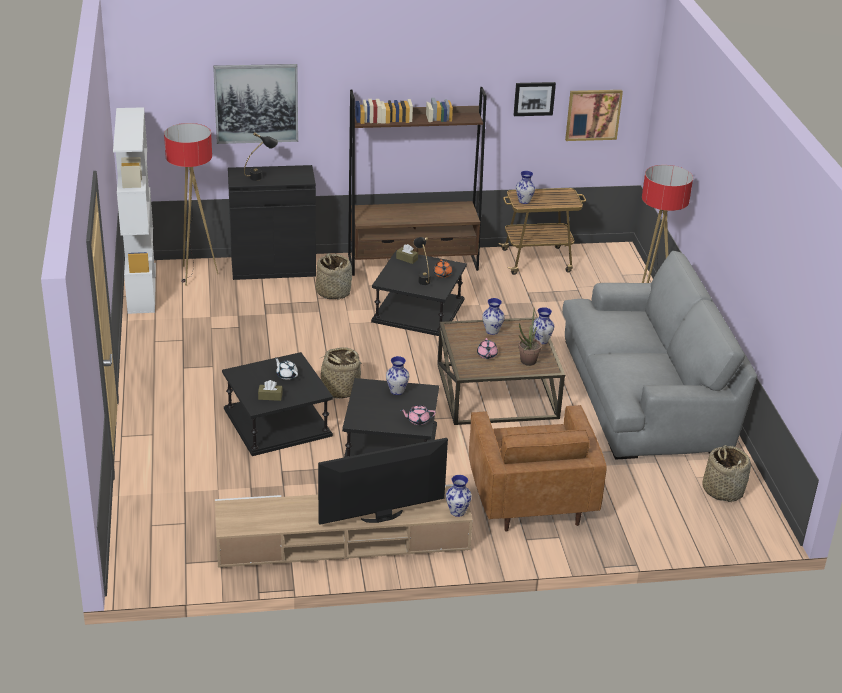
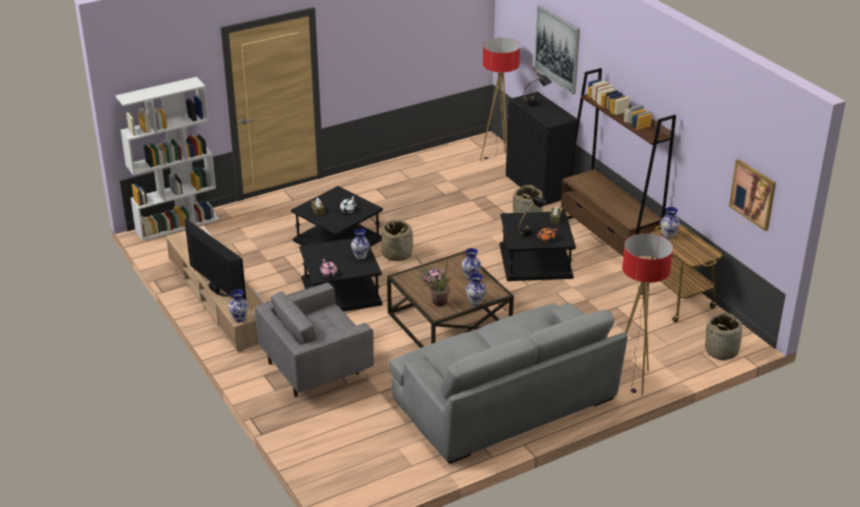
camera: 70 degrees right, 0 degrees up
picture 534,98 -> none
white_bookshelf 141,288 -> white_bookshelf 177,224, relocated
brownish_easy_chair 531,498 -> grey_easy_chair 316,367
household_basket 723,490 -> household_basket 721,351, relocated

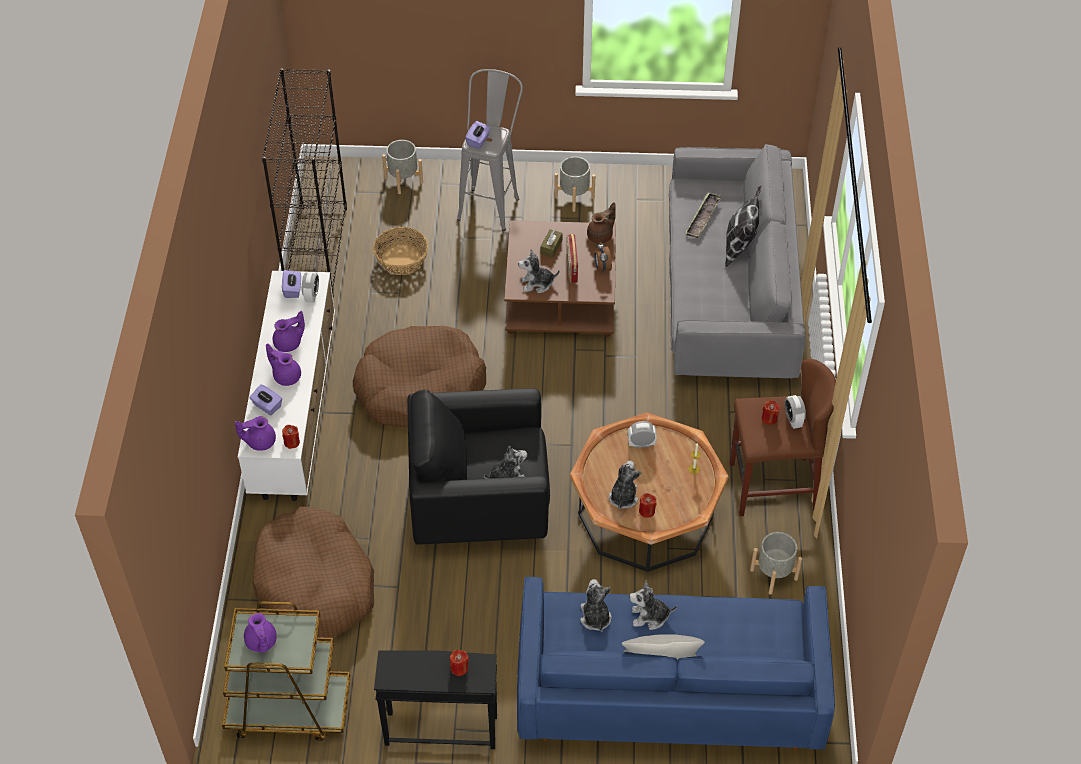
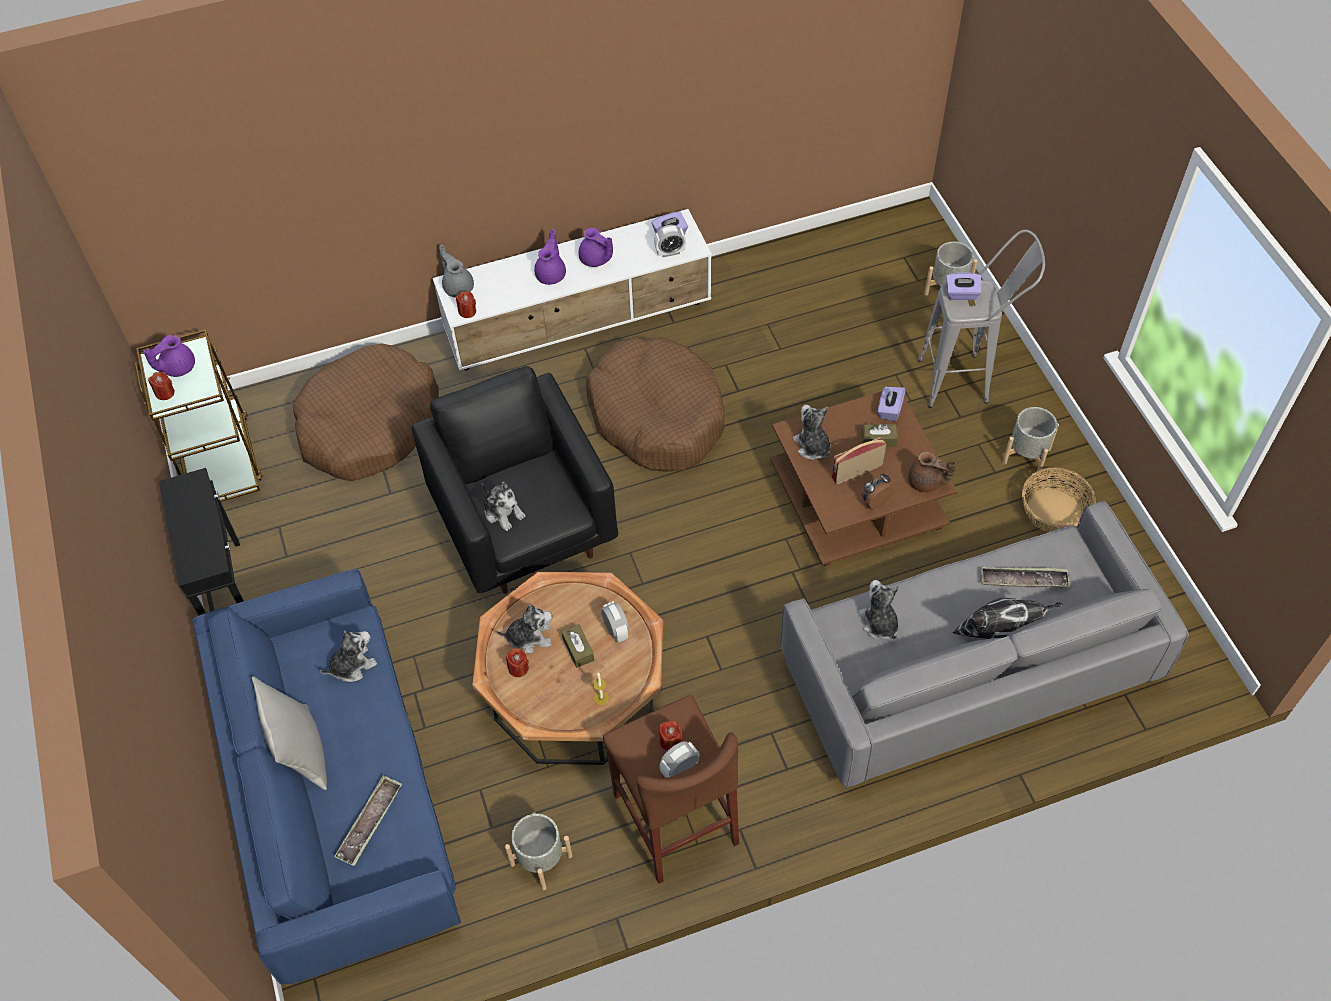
camera: 70 degrees right, 5 degrees up
black-coloured_bookshelf 316,250 -> none
household_basket 402,260 -> household_basket 1054,511, relocated
purple_tissue_holder 267,406 -> purple_tissue_holder 889,410, relocated
purple_pot_for_tea 259,441 -> grey_pot_for_tea 458,287
plush_toy 650,616 -> plush_toy 879,623, relocated
red-coloured_wax_light 459,668 -> red-coloured_wax_light 165,393, relocated
none -> brownish_tissue_holder 578,649
none -> carrying_tray 370,822

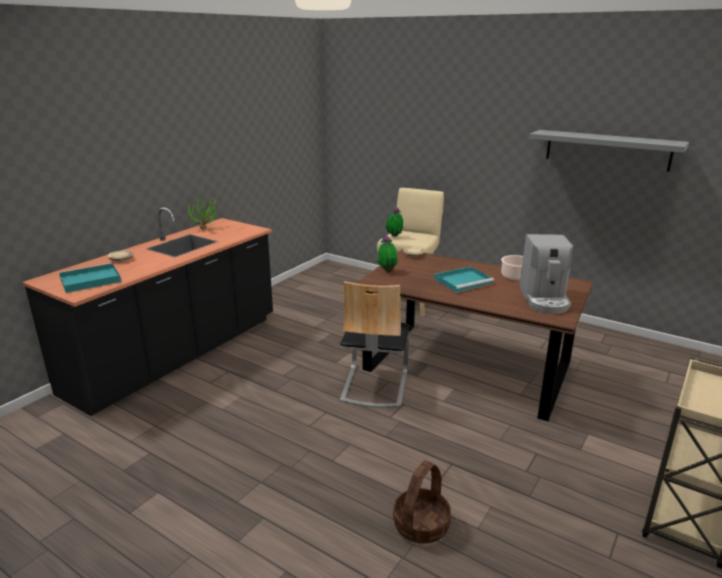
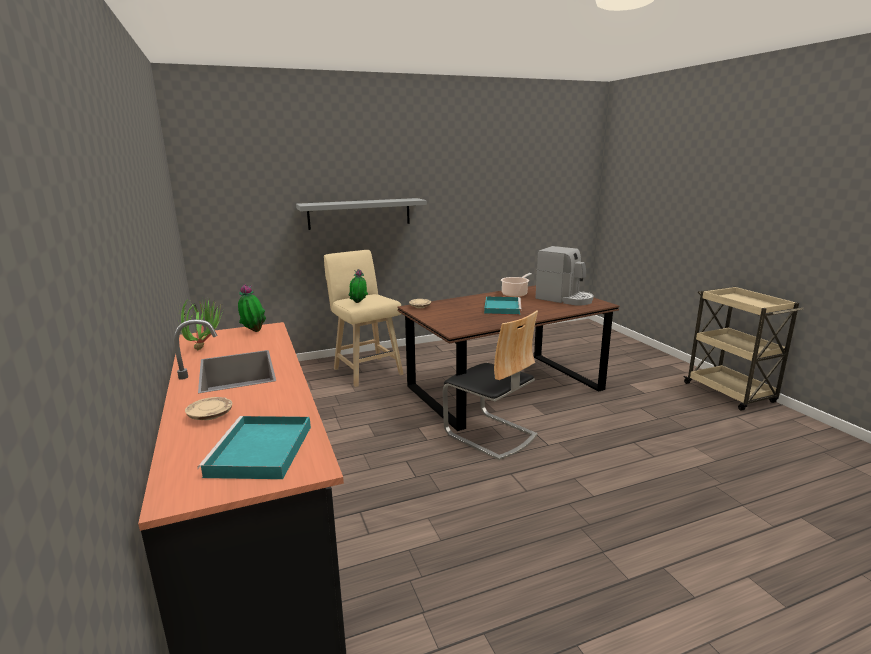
camera: 55 degrees left, 5 degrees down
grey_bracket_shelf 607,150 -> grey_bracket_shelf 359,213, relocated
houseplant 387,271 -> houseplant 253,331, relocated
household_basket 421,525 -> none

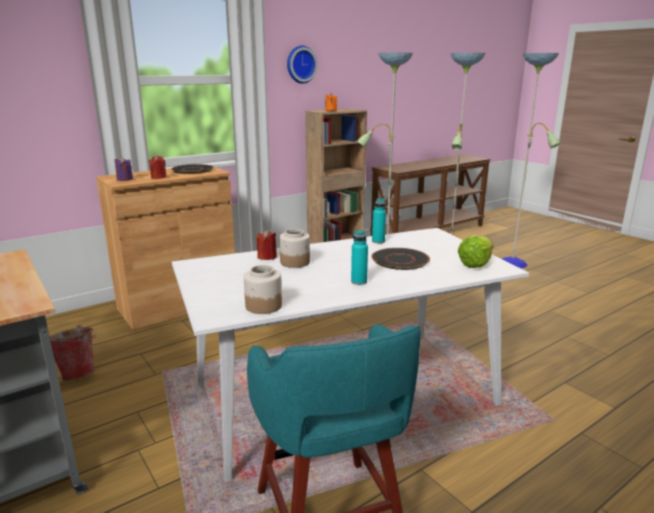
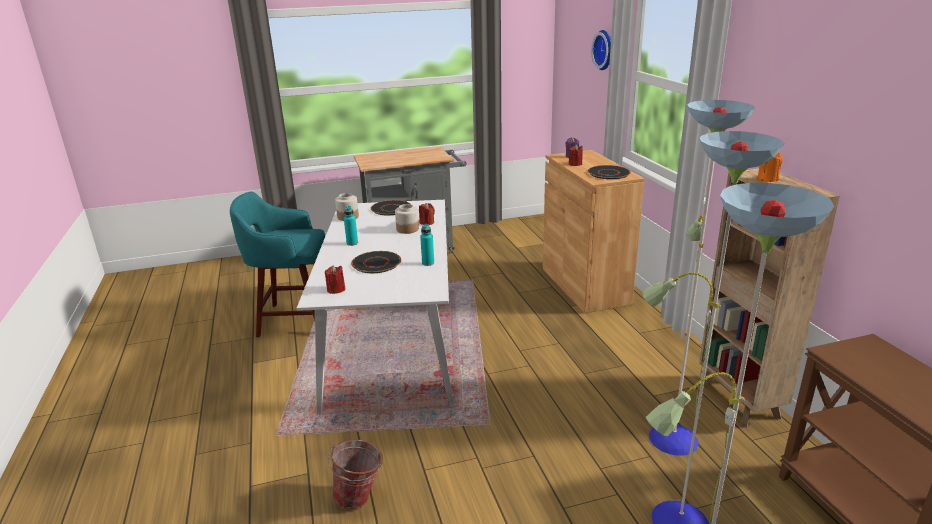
camera: 110 degrees right, 5 degrees up
hanging_clock 300,64 -> hanging_clock 605,50, relocated
lettuce_head 475,264 -> red-coloured_wax_light 336,289
pail 78,373 -> pail 360,497, relocated
none -> black-coloured_flat_dish 391,208

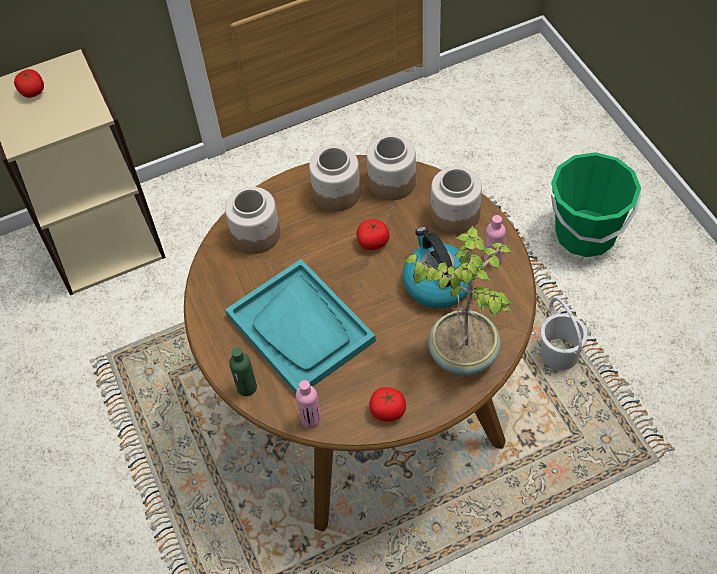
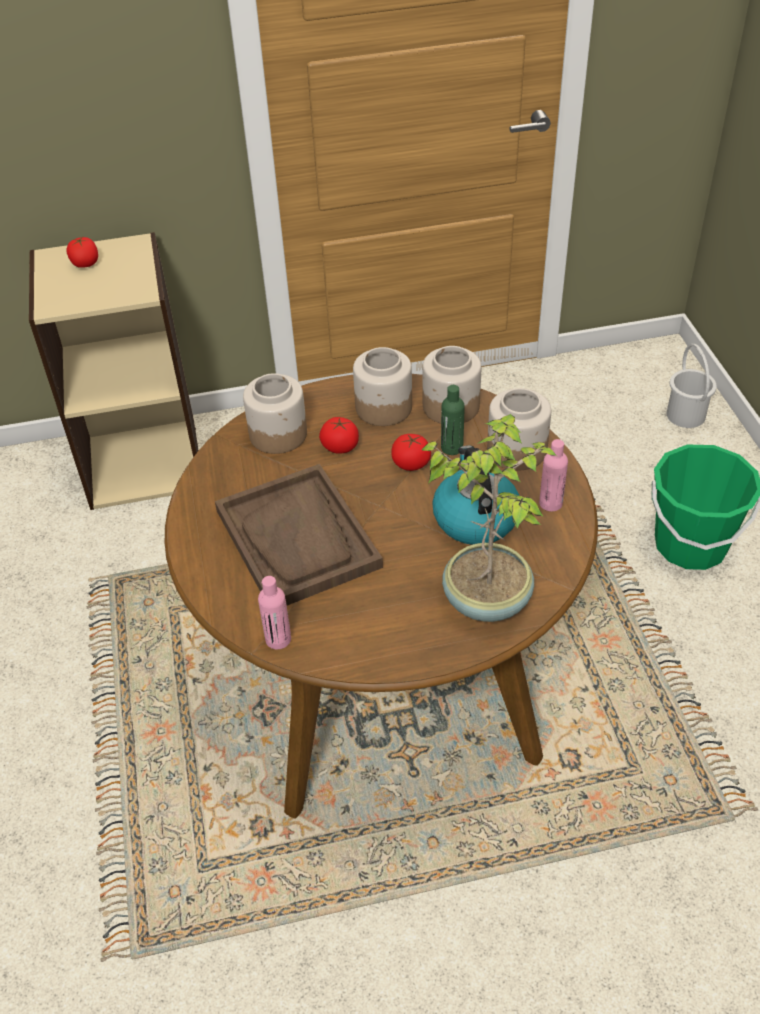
camera: 10 degrees right, 10 degrees down
blue-green_carrying_tray 300,328 -> brownish_carrying_tray 298,539
white_pail 560,354 -> white_pail 686,415, relocated
greenish_bottle 247,387 -> greenish_bottle 452,448, relocated
tomato 388,411 -> tomato 340,447, relocated

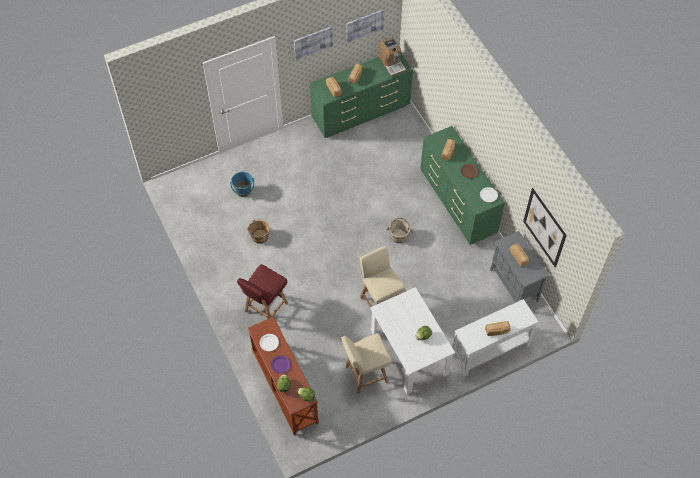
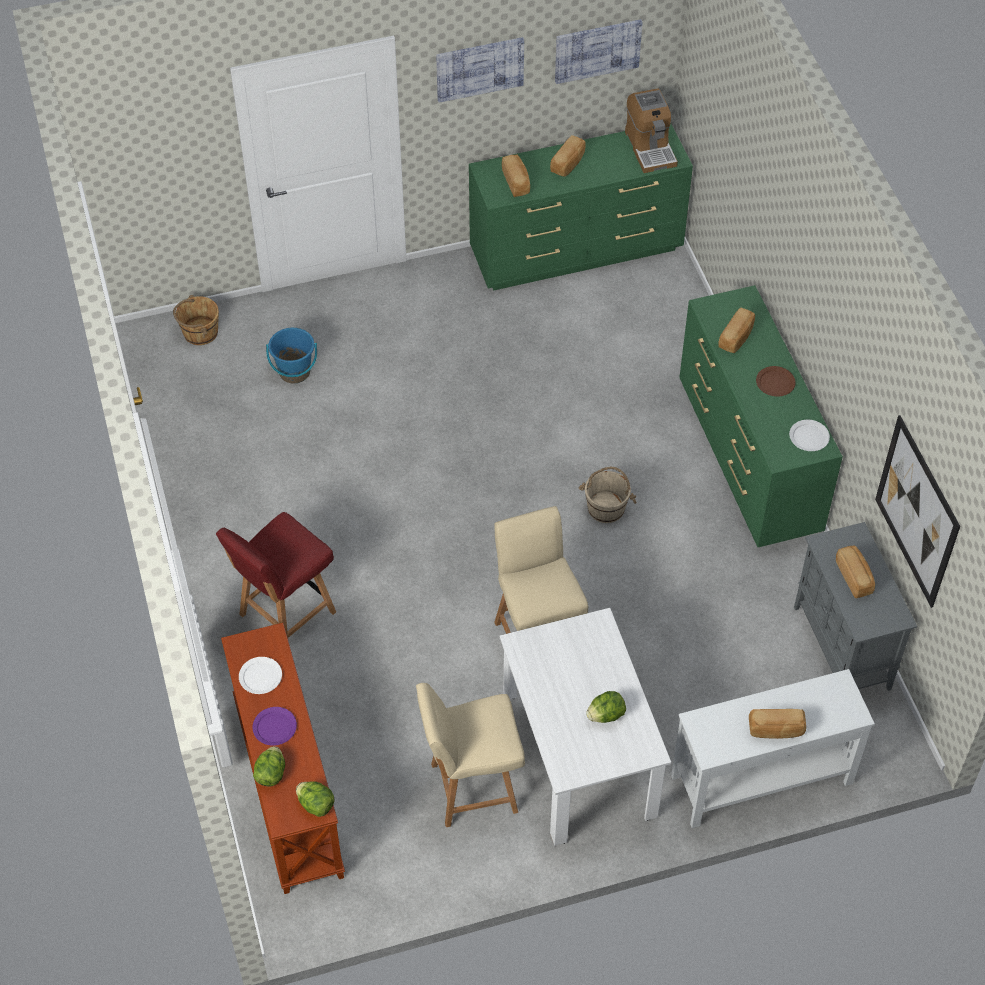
camera: 10 degrees right, 5 degrees down
brownish_pail 259,236 -> brownish_pail 199,332, relocated

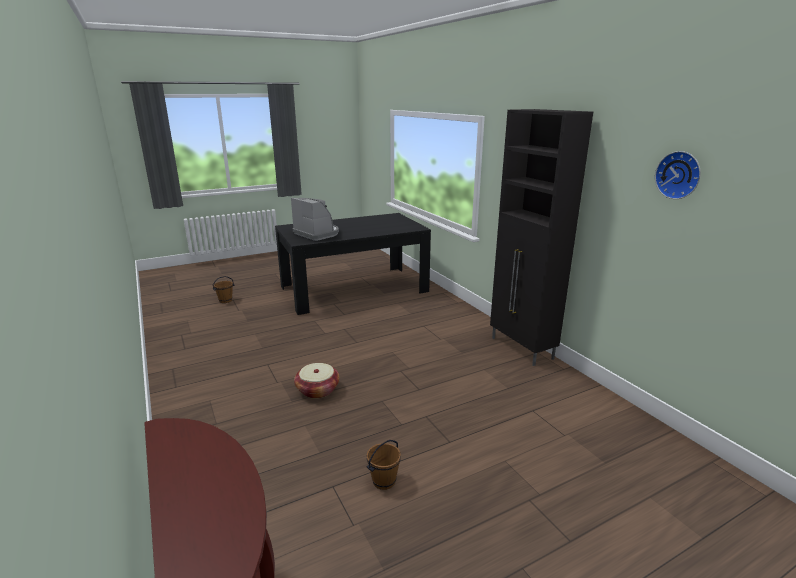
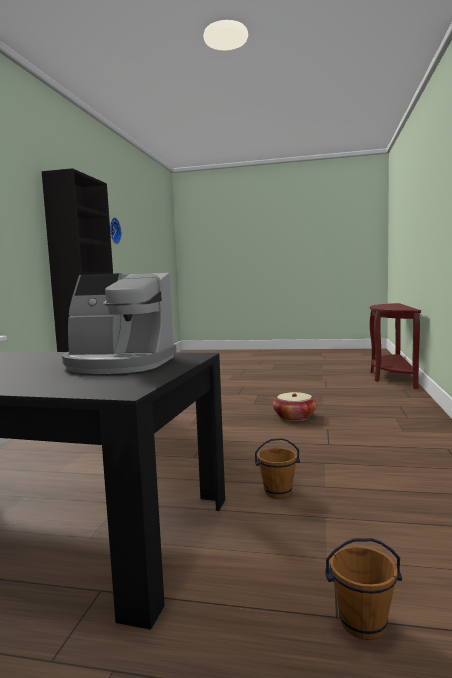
camera: 140 degrees left, 15 degrees down
coffee_brewer 317,233 -> coffee_brewer 119,364, 75 degrees counterclockwise
brownish_pail 383,481 -> brownish_pail 278,492, relocated

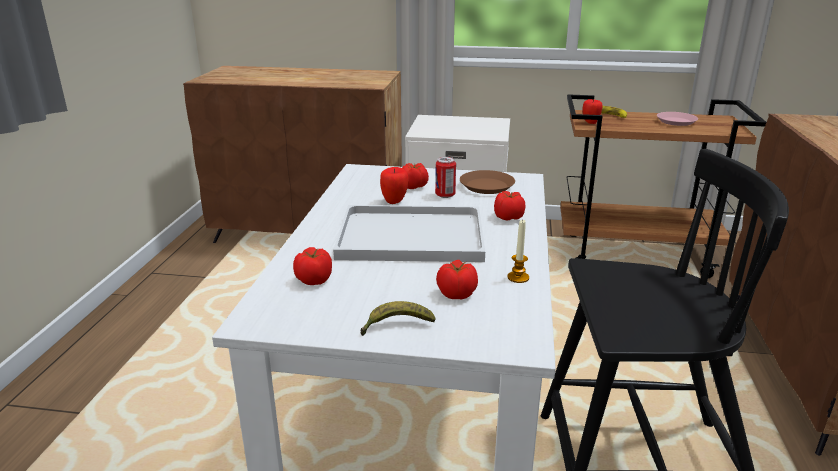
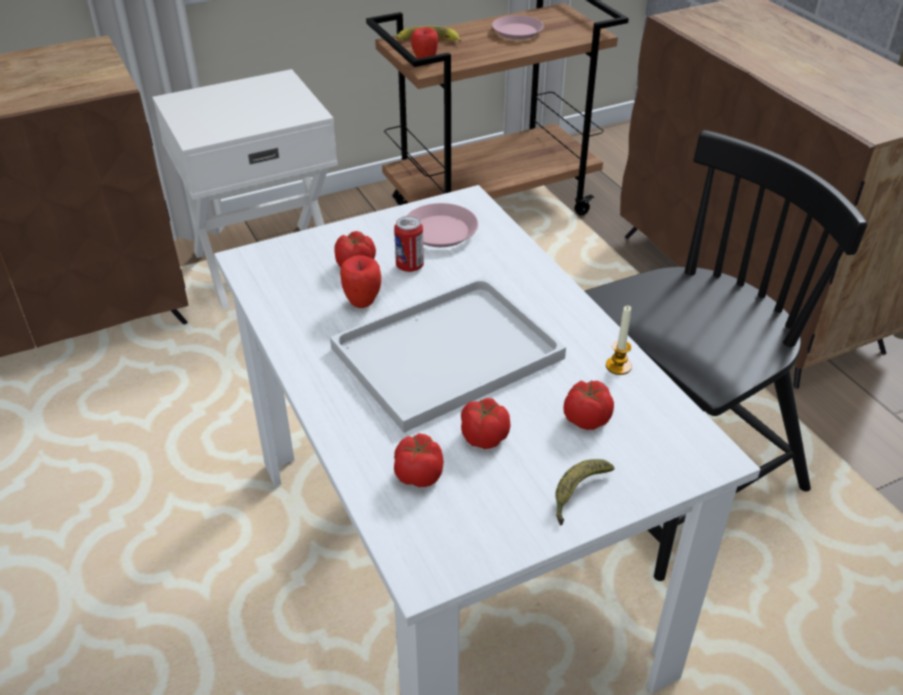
camera: 35 degrees left, 15 degrees up
brownish_flat_dish 486,186 -> pink-coloured_flat_dish 440,231
tomato 508,217 -> tomato 483,437, relocated

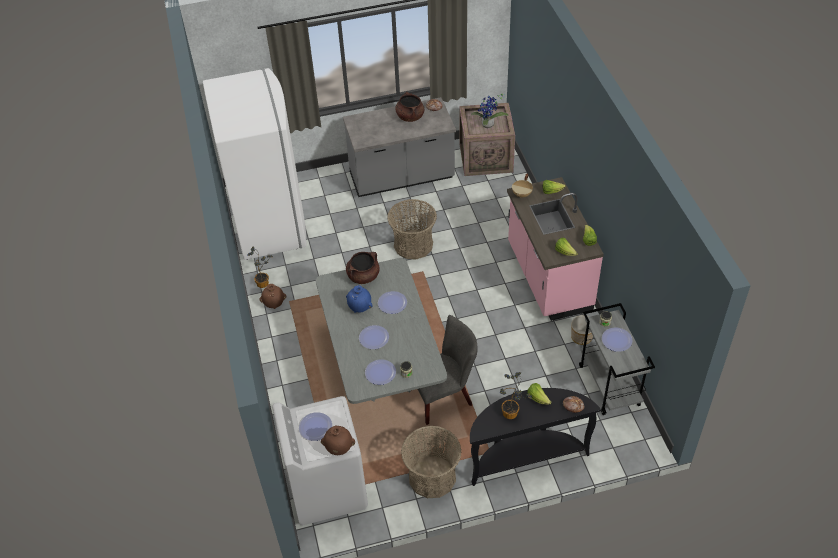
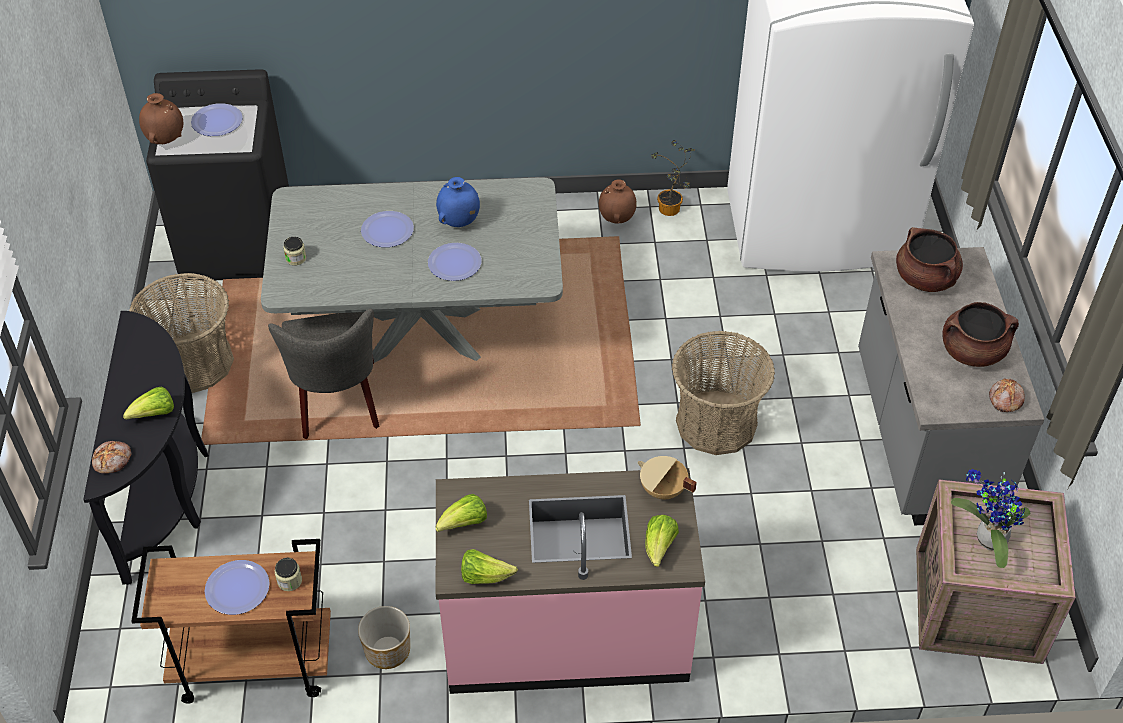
camera: 100 degrees right, 0 degrees up
brownish_saucepot 363,276 -> brownish_saucepot 925,279, relocated
grey_trolley 609,385 -> brownish_trolley 252,665
flat_dish 380,372 -> none
houseplant 512,414 -> none
white_washing_machine 327,488 -> black-coloured_washing_machine 238,244

